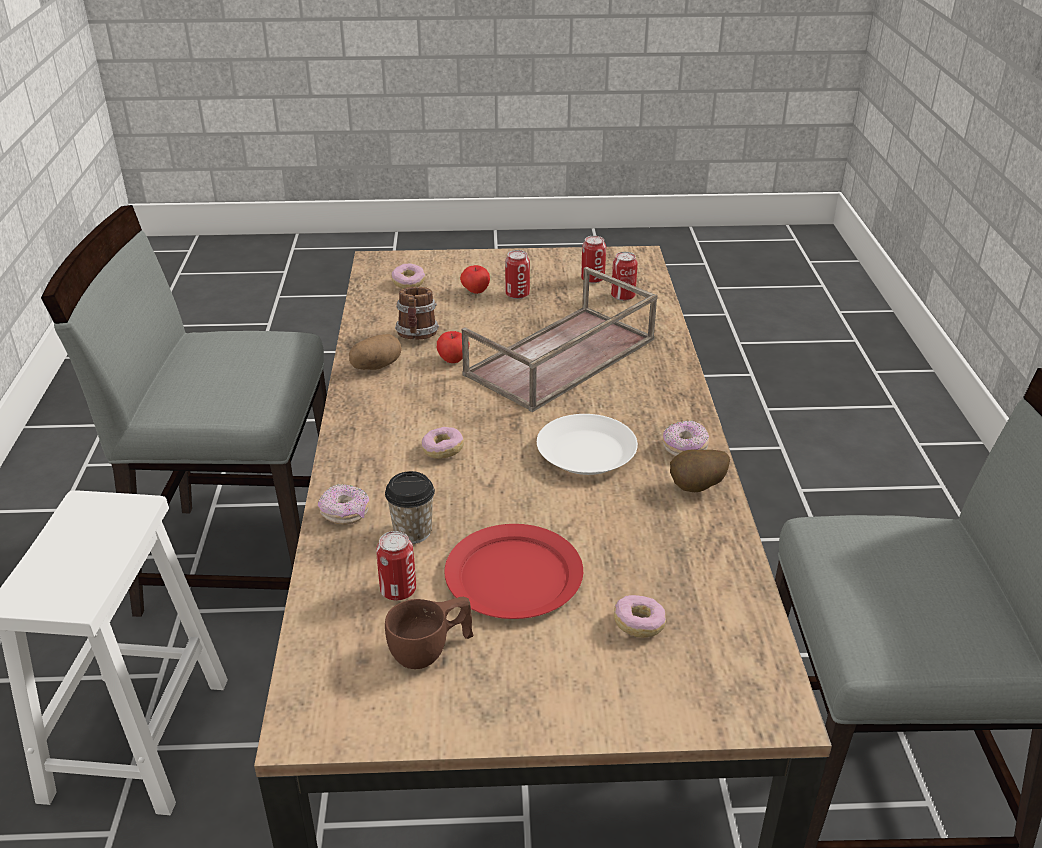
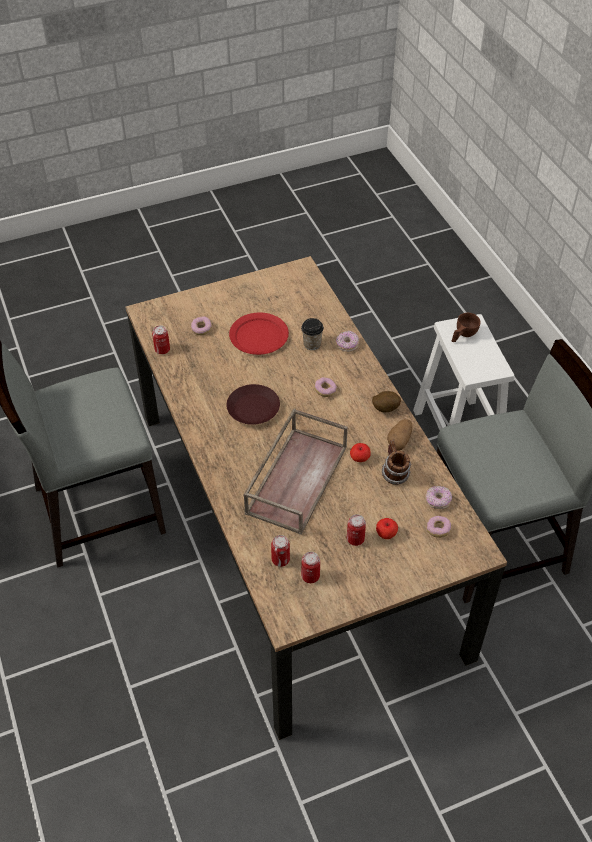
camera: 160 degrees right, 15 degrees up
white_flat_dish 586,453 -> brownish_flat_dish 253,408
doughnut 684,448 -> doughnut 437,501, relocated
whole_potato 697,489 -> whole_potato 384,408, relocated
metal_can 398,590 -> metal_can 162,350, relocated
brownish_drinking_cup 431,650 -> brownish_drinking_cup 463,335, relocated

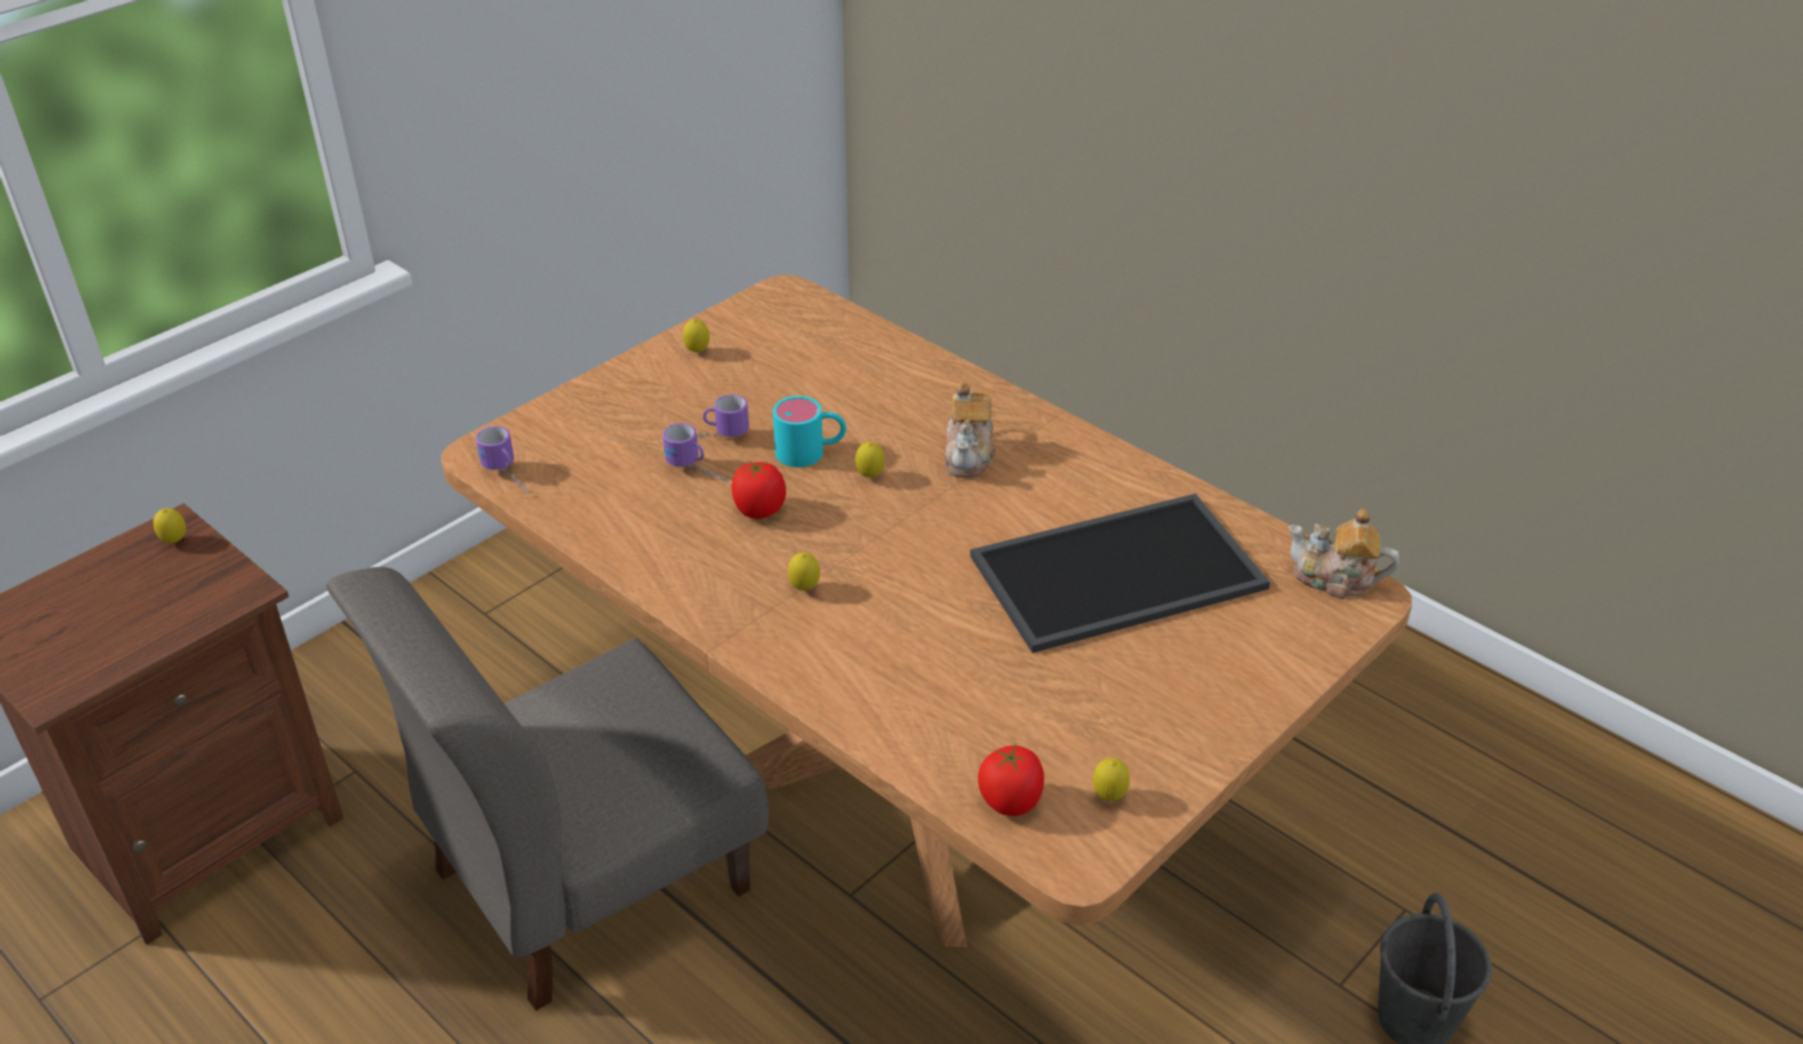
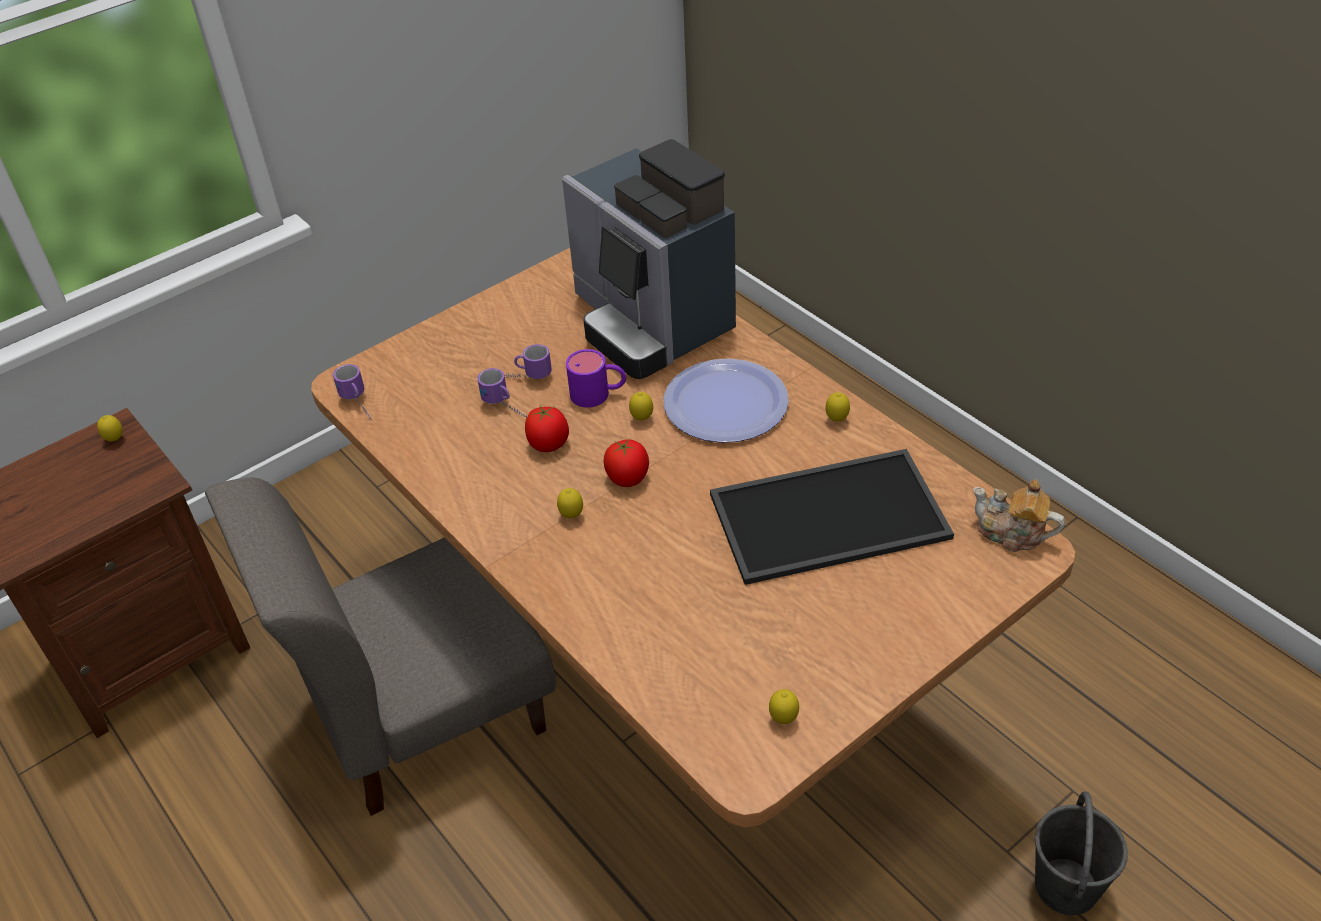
camera: 10 degrees right, 5 degrees up
lemon 697,352 -> lemon 836,420, relocated
pot_for_tea 969,455 -> flat_dish 726,403
blue-green_coffee_mug 811,452 -> purple_coffee_mug 598,394
tomato 1011,802 -> tomato 628,478, relocated
none -> coffee_brewer 650,322

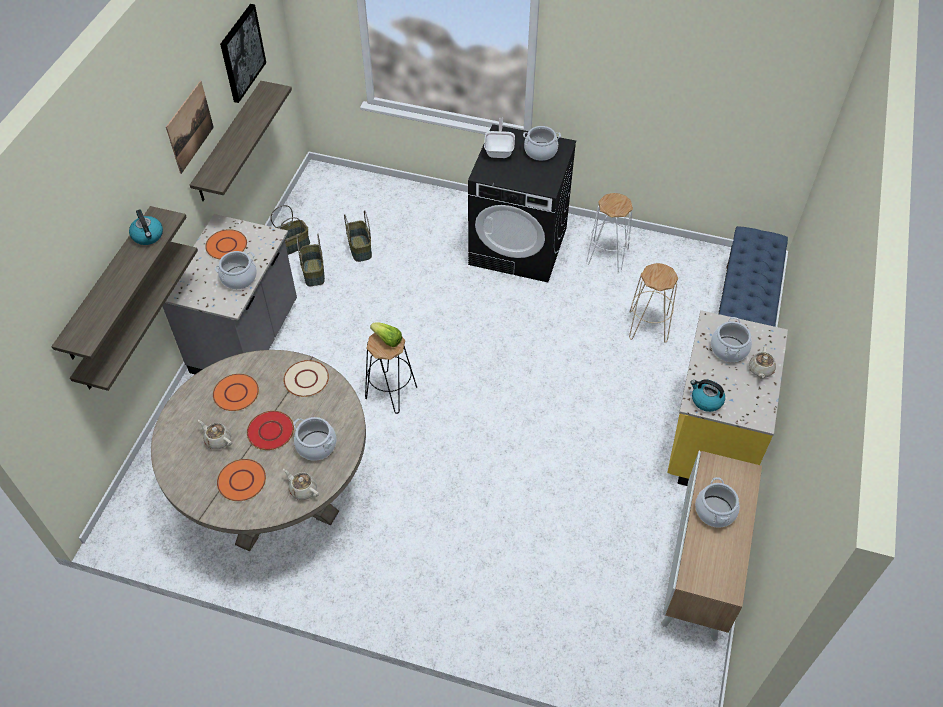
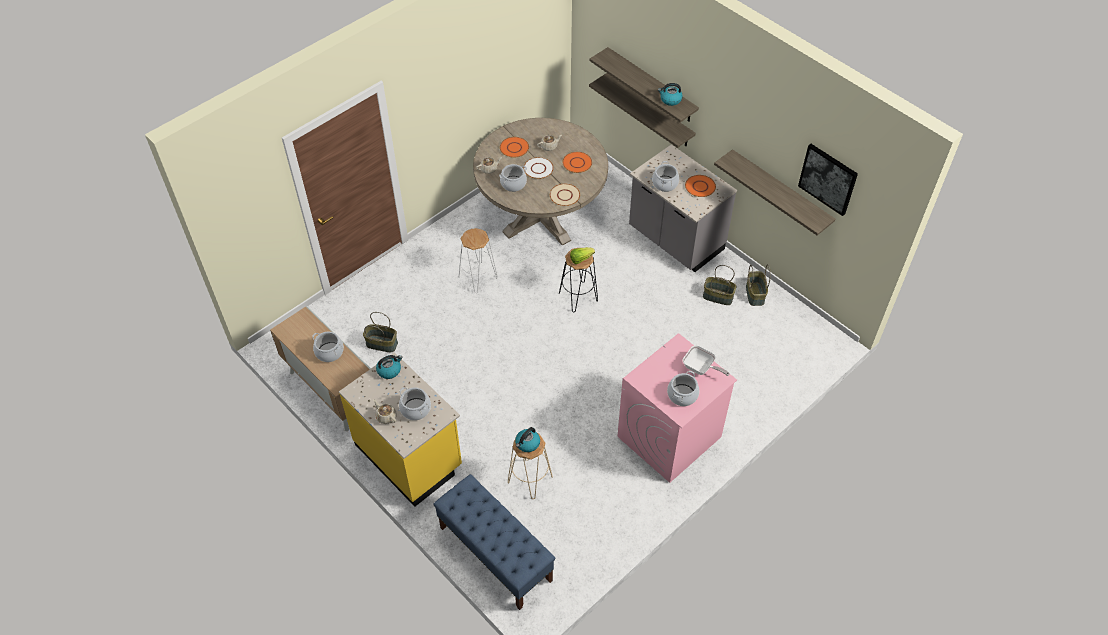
camera: 120 degrees right, 0 degrees up
picture 190,127 -> none
black-coloured_washing_machine 518,246 -> pink-coloured_washing_machine 669,437
white_stool 607,256 -> white_stool 477,277, relocated
household_basket 359,248 -> household_basket 382,343, relocated
red-coloured_flat_dish 270,431 -> white_flat_dish 538,168
none -> kettle 527,444

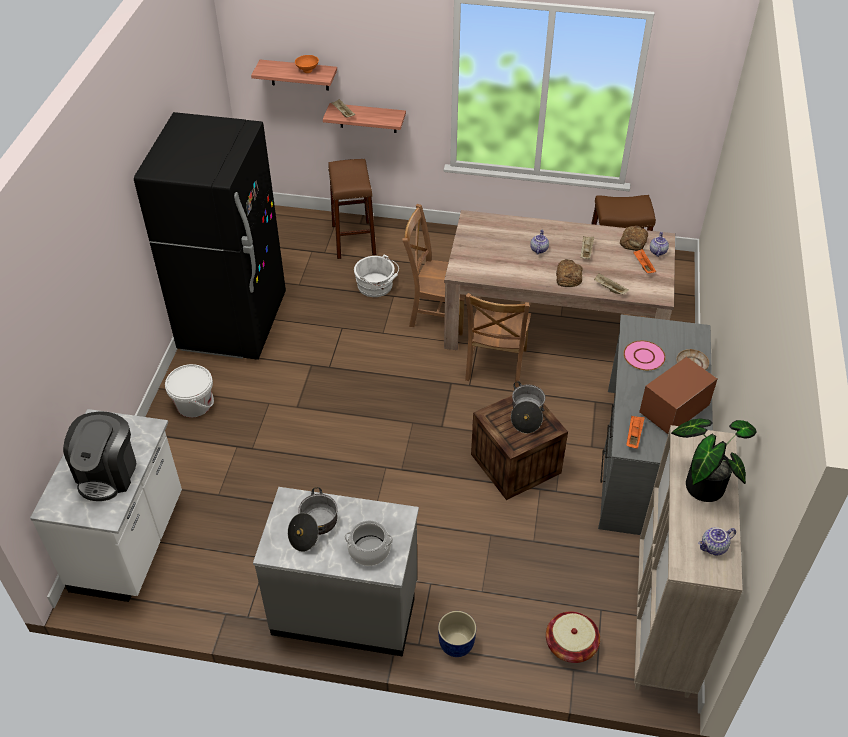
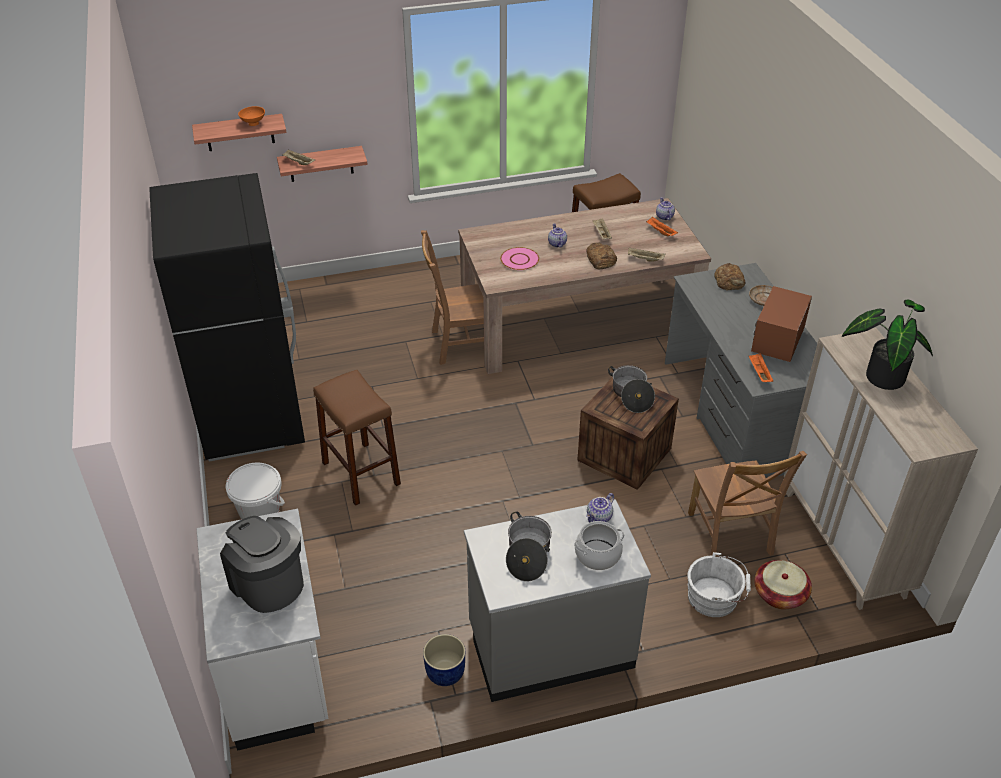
camera: 25 degrees left, 5 degrees down
brownish_stool 353,239 -> brownish_stool 361,473, relocated
bread 634,241 -> bread 729,281, relocated
white_pail 377,286 -> white_pail 715,597, relocated
brownish_chair 495,367 -> brownish_chair 730,536, relocated
pink-coloured_flat_dish 644,356 -> pink-coloured_flat_dish 519,259, relocated
coffee_brewer 108,473 -> coffee_brewer 267,583, 150 degrees clockwise
pot_for_tea 714,547 -> pot_for_tea 599,517, relocated
bluish_flower_pot 456,644 -> bluish_flower_pot 445,673, relocated

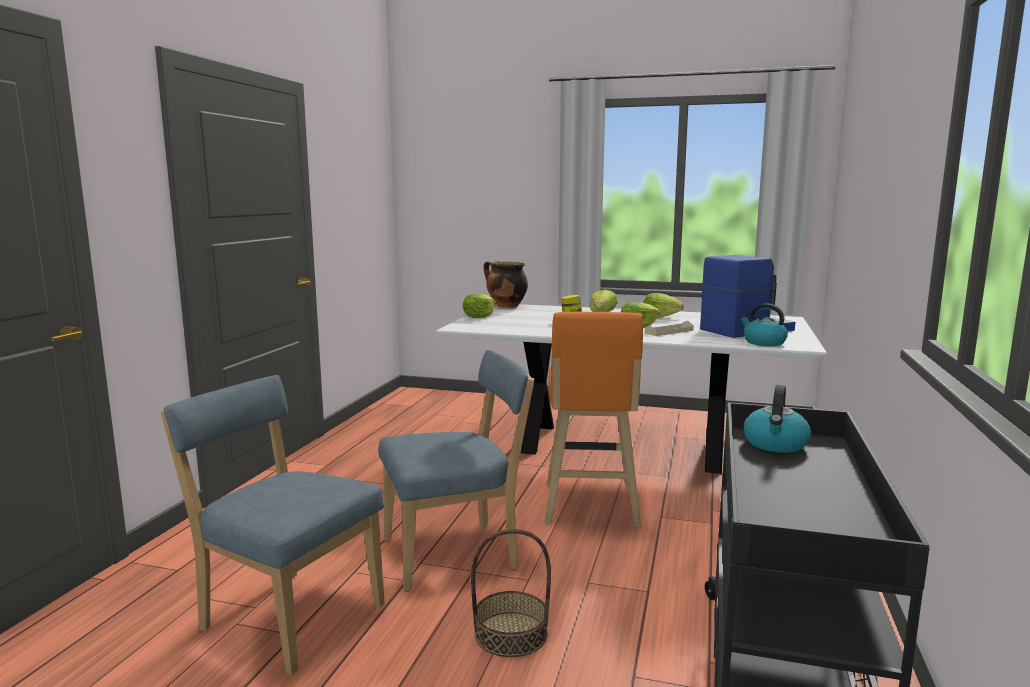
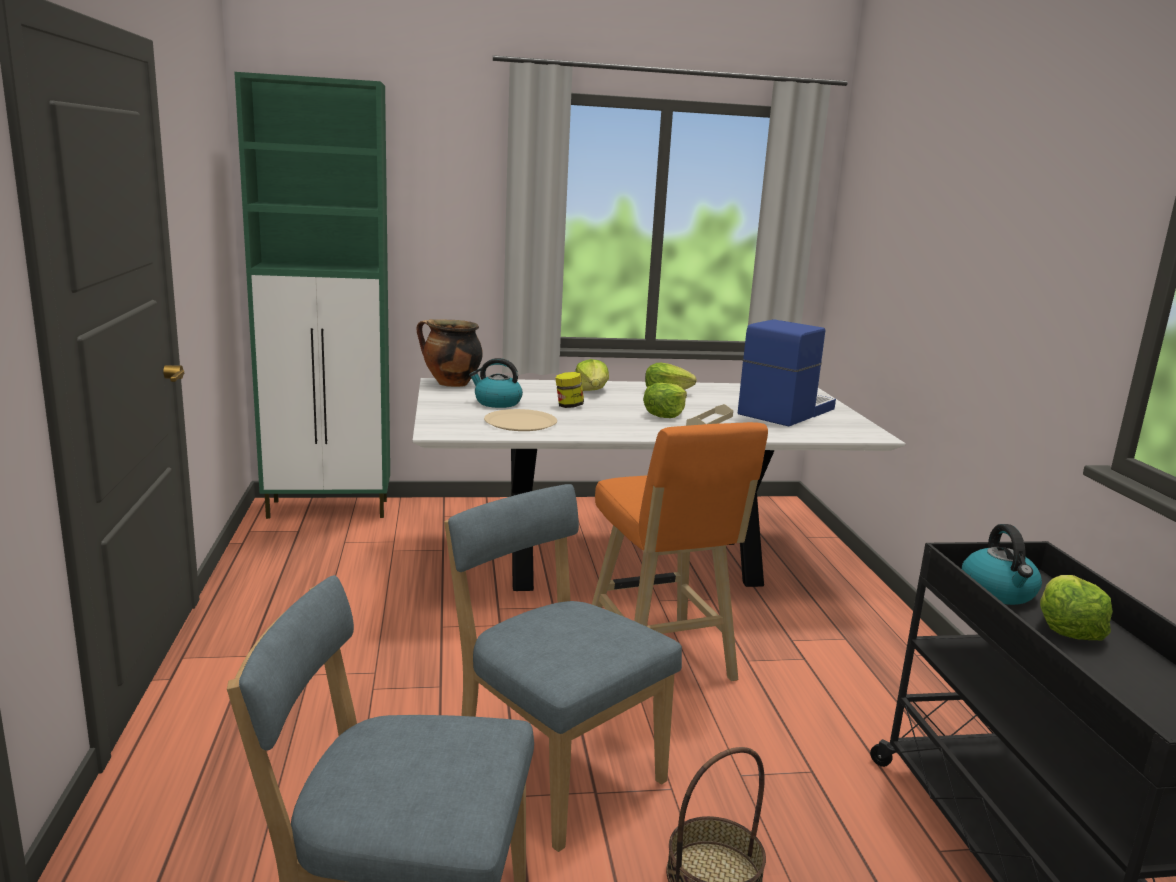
camera: 25 degrees left, 5 degrees up
lettuce_head 479,316 -> lettuce_head 1067,628, relocated
kettle 763,342 -> kettle 497,403, relocated
bluish_chair 456,554 -> bluish_chair 554,770, 90 degrees counterclockwise
none -> greenish_cabinet 330,509
none -> beige_flat_dish 520,422

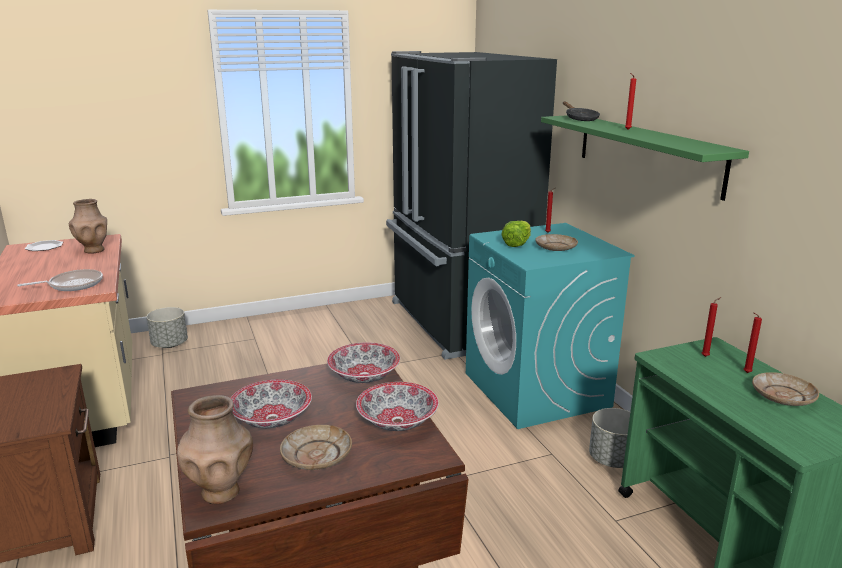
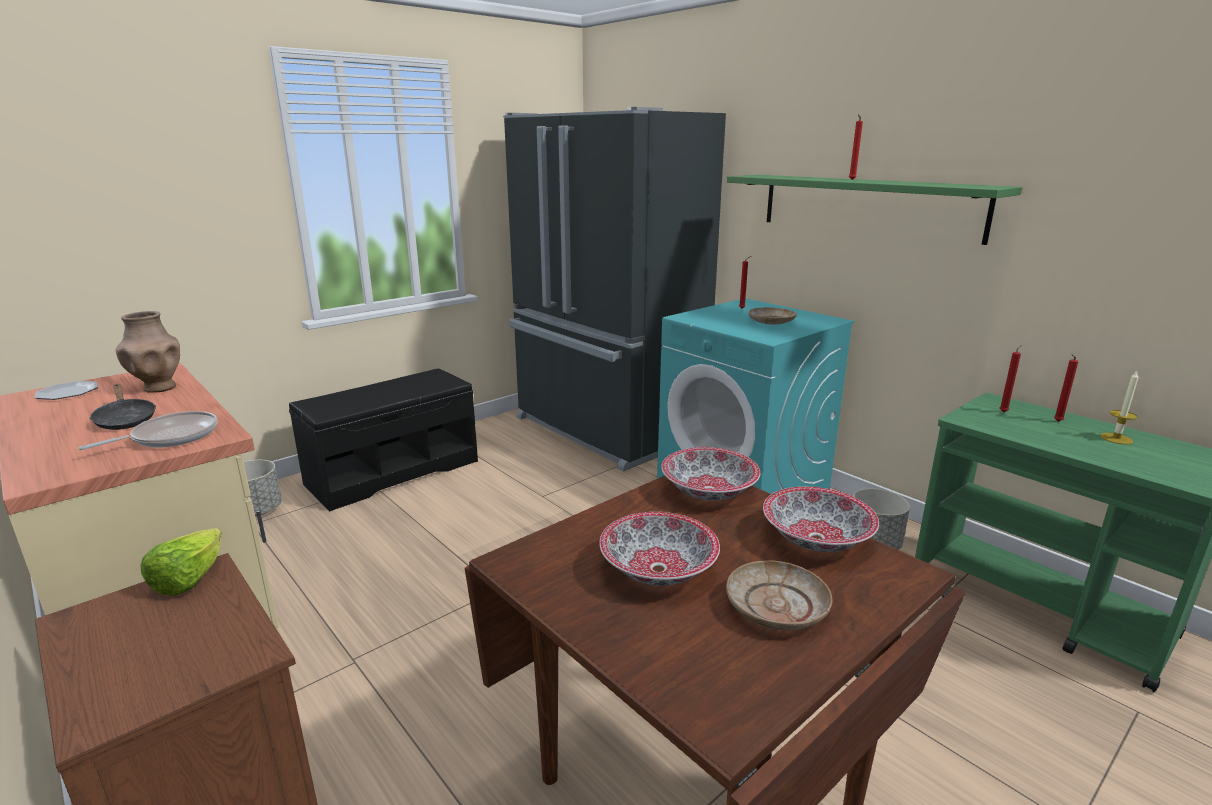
camera: 20 degrees left, 0 degrees up
black-coloured_pan 580,119 -> black-coloured_pan 125,420, relocated
lettuce_head 517,244 -> lettuce_head 189,580, relocated
beige_flat_dish 782,396 -> wax_light 1116,438
brownish_decorative_vase 221,491 -> none
none -> black-coloured_bench 393,472

